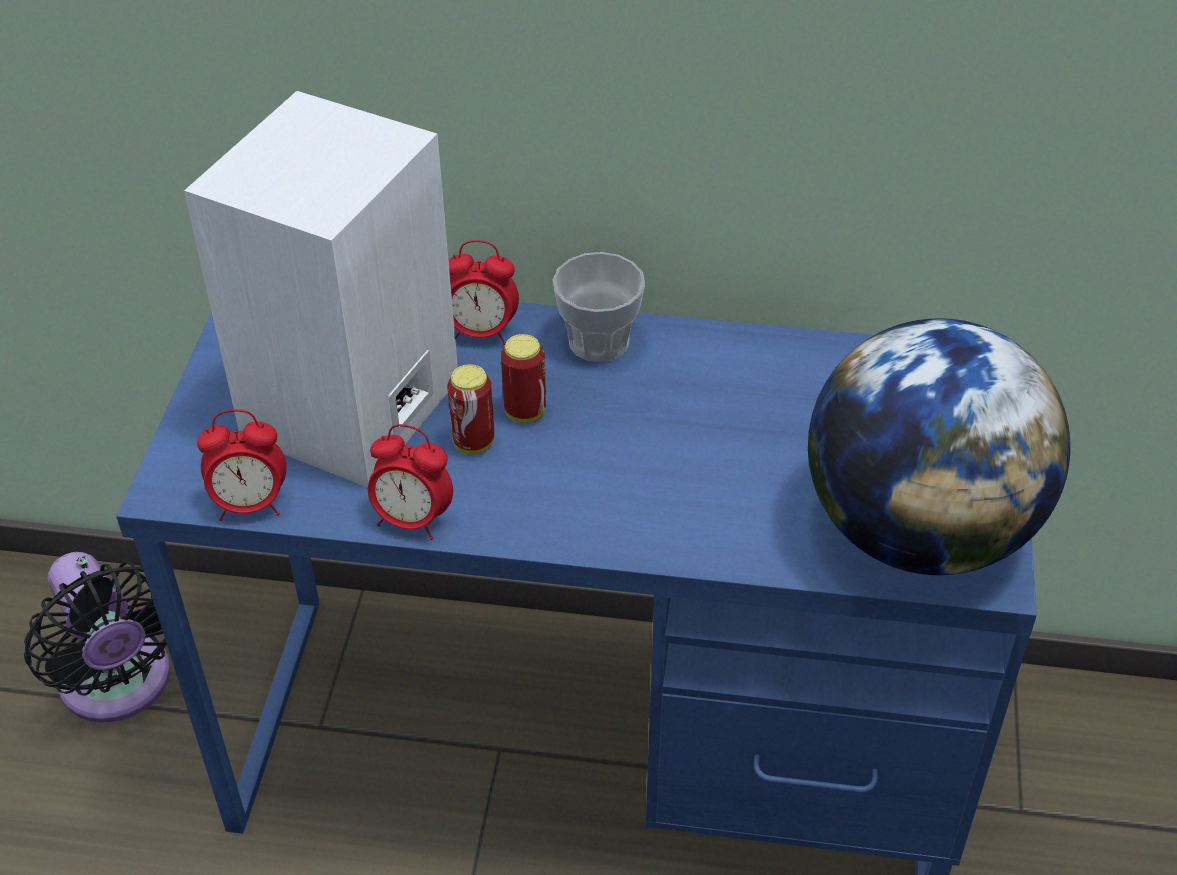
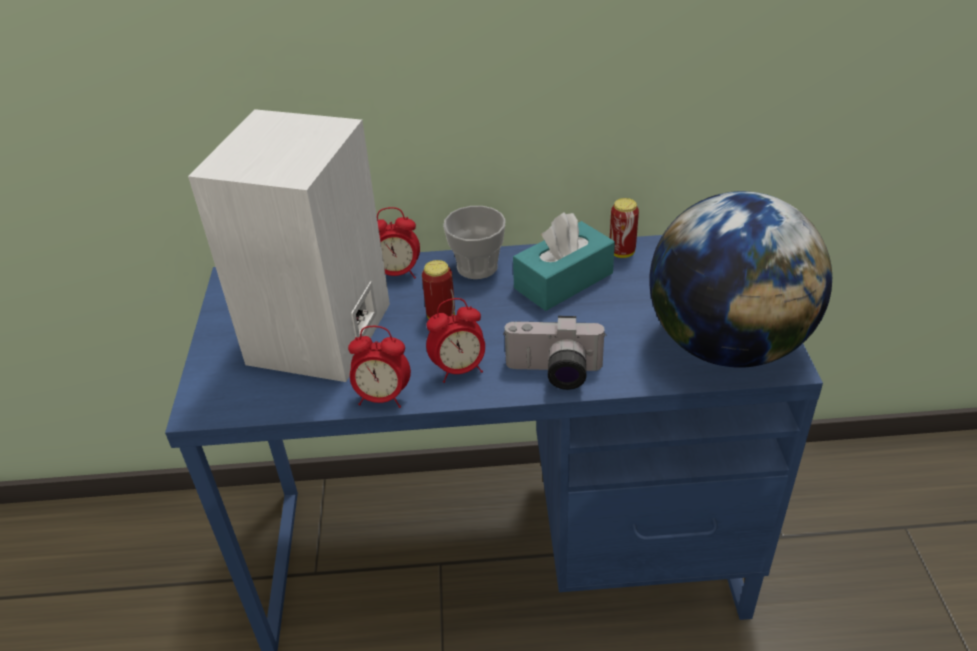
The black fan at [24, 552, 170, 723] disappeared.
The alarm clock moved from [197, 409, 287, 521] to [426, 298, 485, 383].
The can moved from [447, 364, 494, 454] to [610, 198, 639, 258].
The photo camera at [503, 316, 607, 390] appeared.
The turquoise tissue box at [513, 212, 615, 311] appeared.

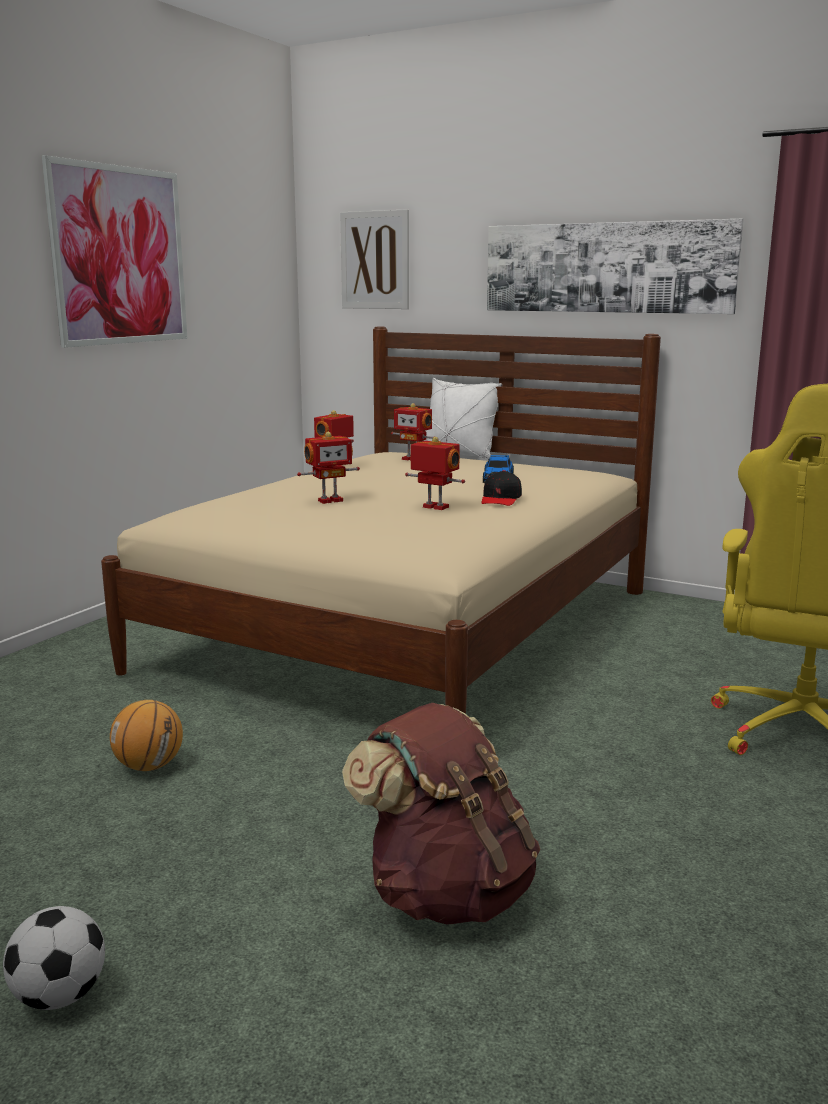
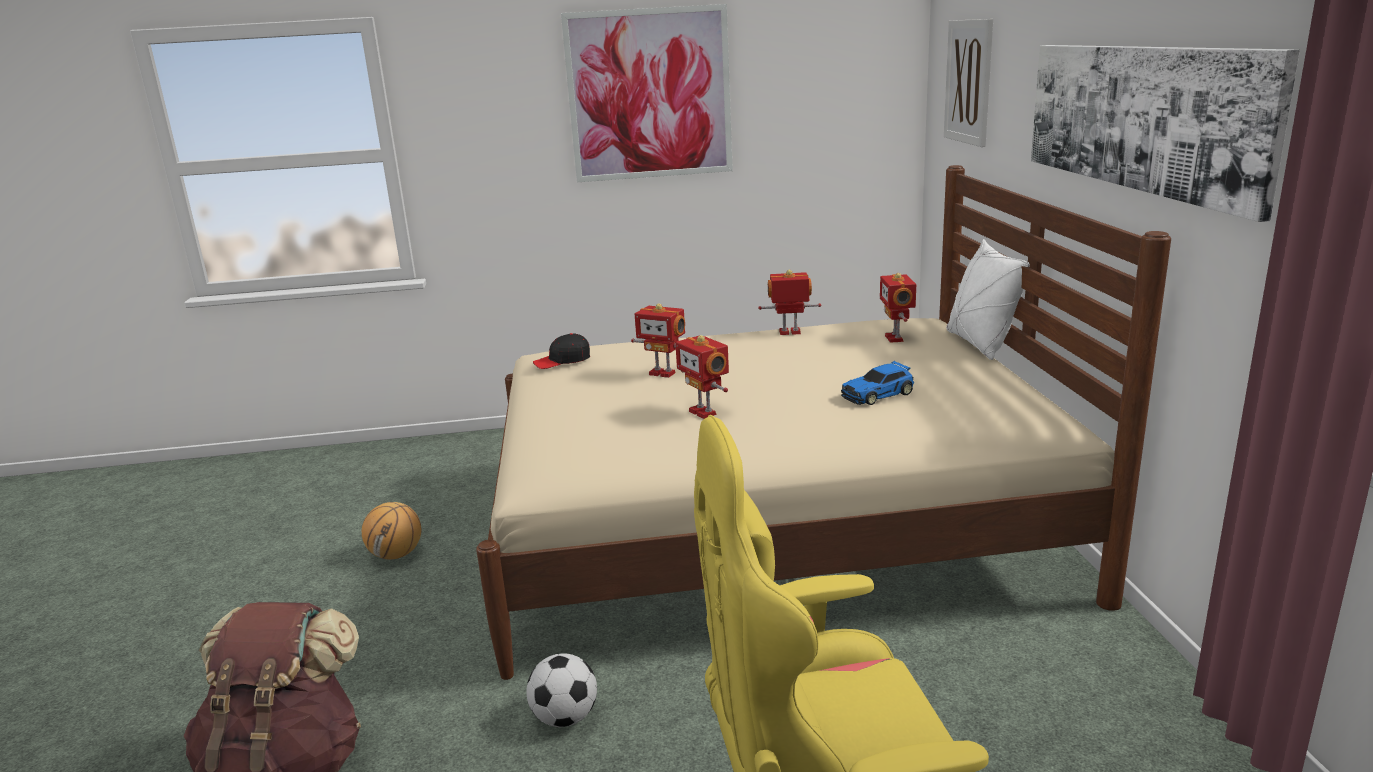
The football moved from [3, 906, 105, 1010] to [526, 653, 597, 727].
The toy robot at [405, 437, 465, 510] turned 150 degrees clockwise.
The black cap moved from [481, 470, 522, 506] to [533, 333, 590, 369].

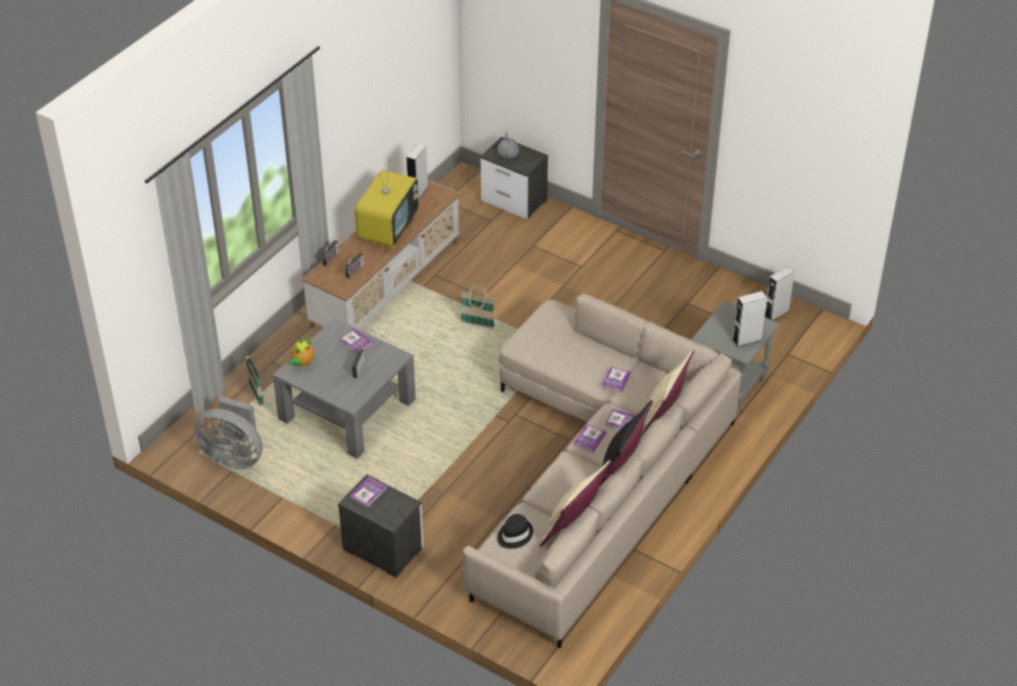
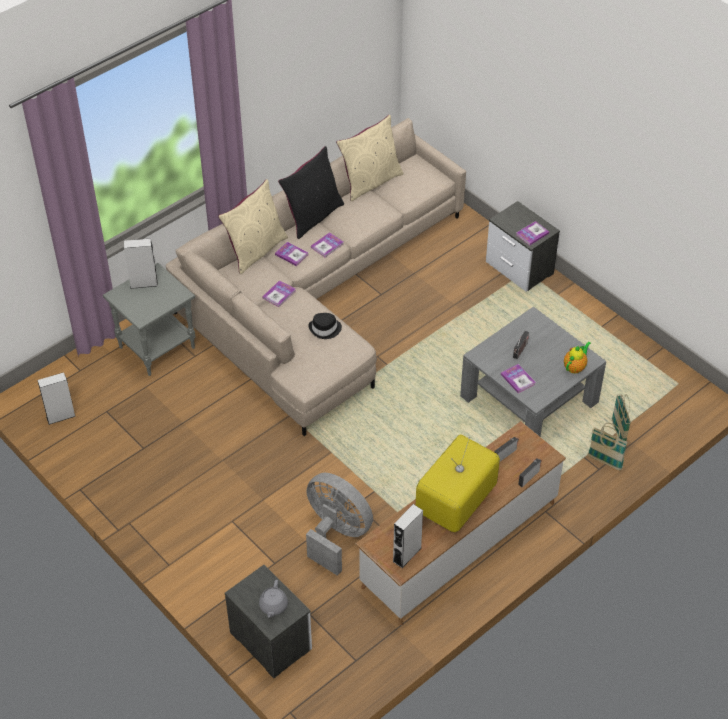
The grey fan moved from [194, 396, 263, 469] to [306, 473, 373, 576].
The basket moved from [461, 284, 495, 329] to [588, 423, 628, 470].
The black hat moved from [497, 514, 533, 549] to [308, 313, 342, 339].

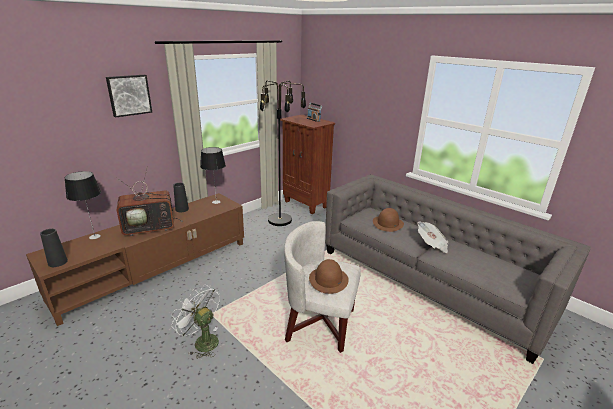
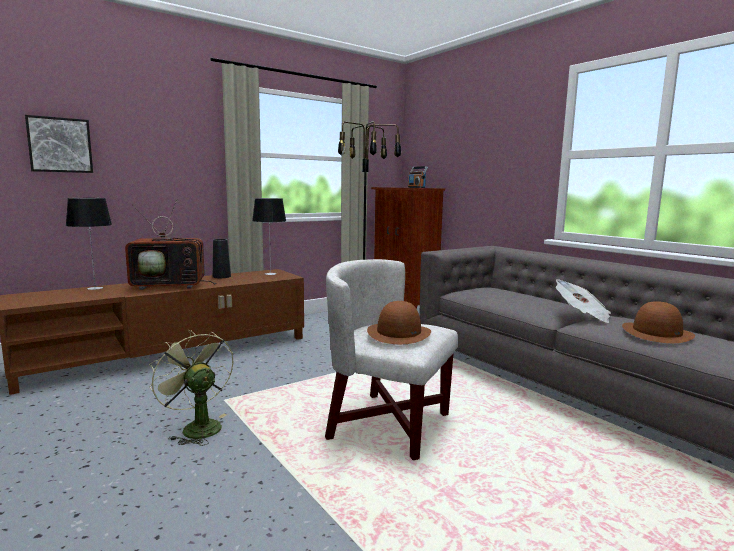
The black vase at [40, 229, 68, 267] disappeared.
The picture moved from [106, 75, 152, 118] to [25, 115, 93, 173].
The white fan at [171, 284, 220, 359] became the green fan at [149, 330, 234, 446].
The brown hat moved from [373, 208, 404, 232] to [622, 301, 695, 343].

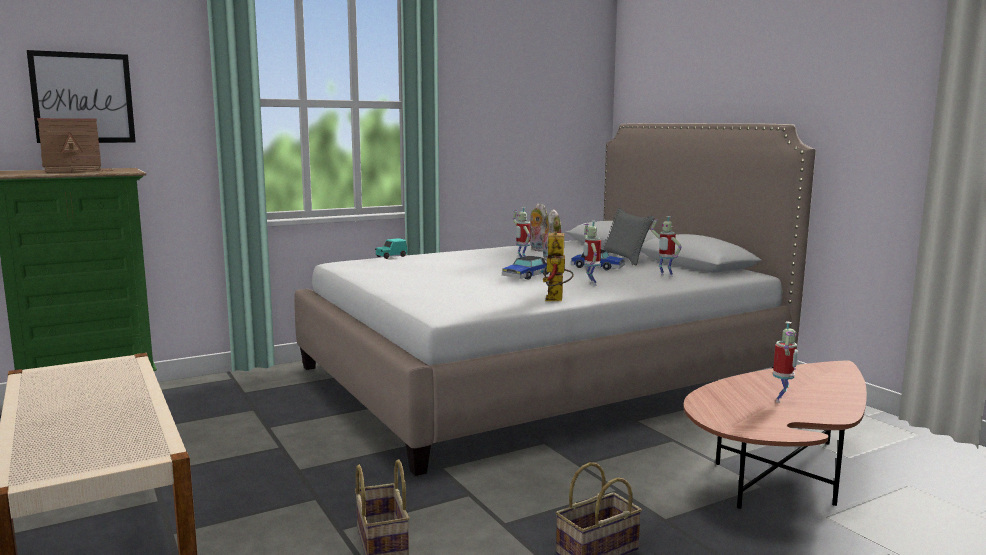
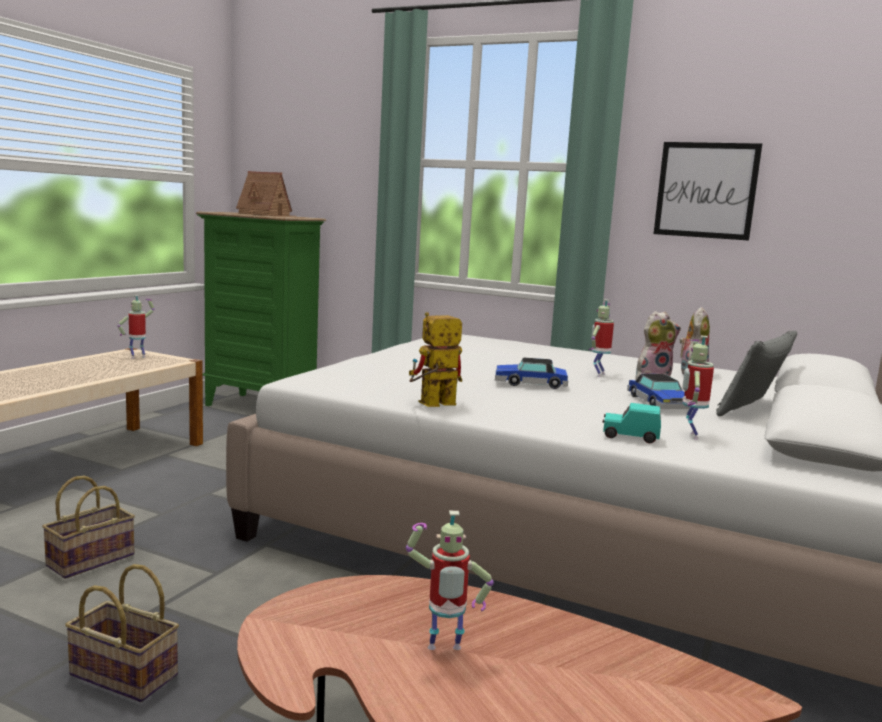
The picture moved from [27, 50, 136, 143] to [654, 142, 762, 241].
The turquoise toy car moved from [375, 238, 407, 259] to [603, 403, 661, 443].
The toy robot moved from [583, 221, 601, 286] to [118, 295, 155, 358].

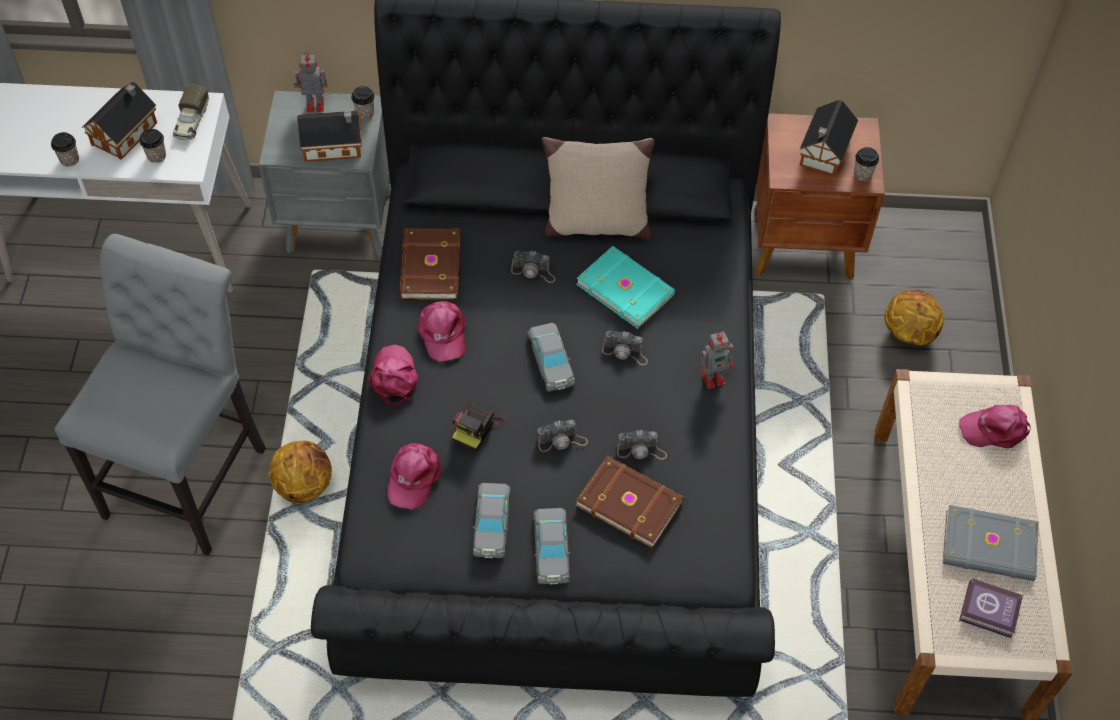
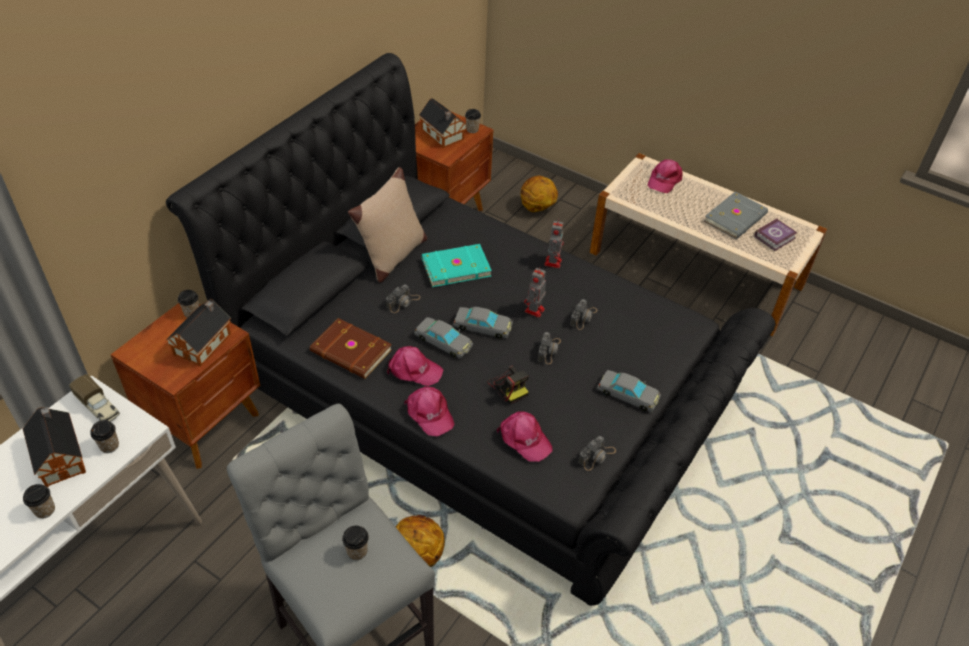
The grey nightstand at [259, 91, 391, 257] became the brown nightstand at [111, 303, 260, 469].
The toy robot moved from [294, 52, 327, 112] to [524, 266, 546, 318].
The pink cap at [368, 345, 418, 406] turned 150 degrees counterclockwise.
The grey toy car moved from [473, 483, 511, 558] to [414, 317, 473, 359].
The brown book at [575, 456, 684, 548] disappeared.
The photo camera moved from [602, 331, 648, 365] to [578, 436, 616, 471].
The cup at [342, 525, 369, 560] appeared.

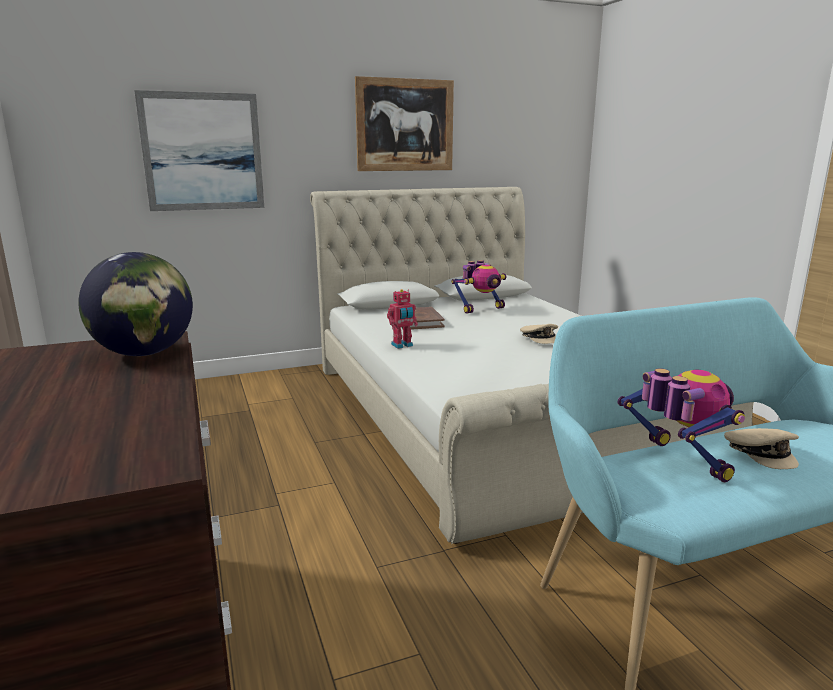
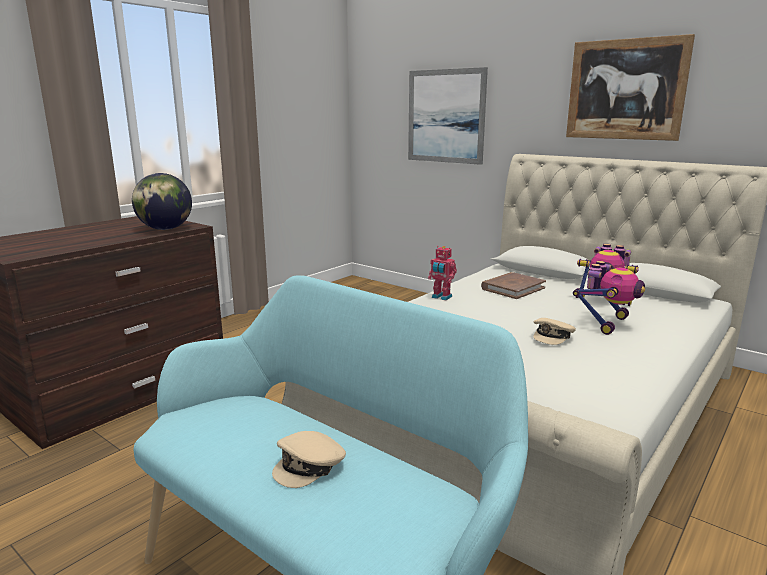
The toy robot moved from [618, 368, 745, 482] to [573, 261, 645, 335].

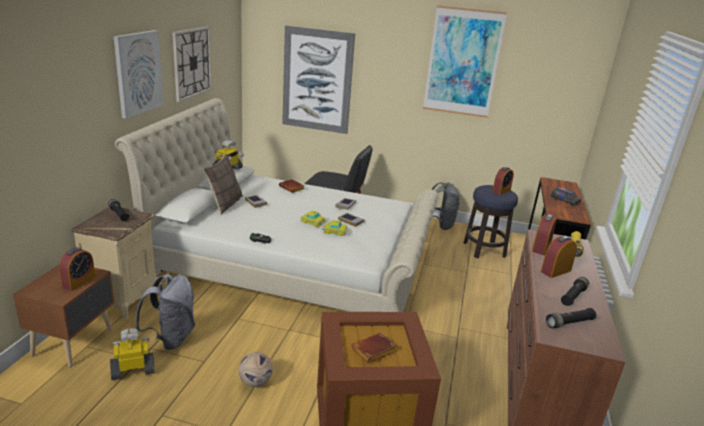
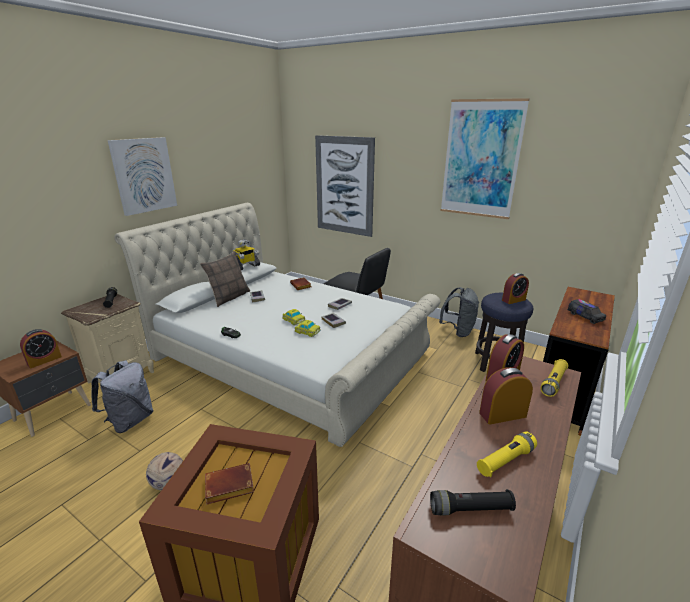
The toy robot at [110, 328, 155, 380] disappeared.
The wall clock at [172, 27, 212, 102] disappeared.
The black flashlight at [561, 277, 589, 306] became the yellow flashlight at [477, 431, 537, 477].

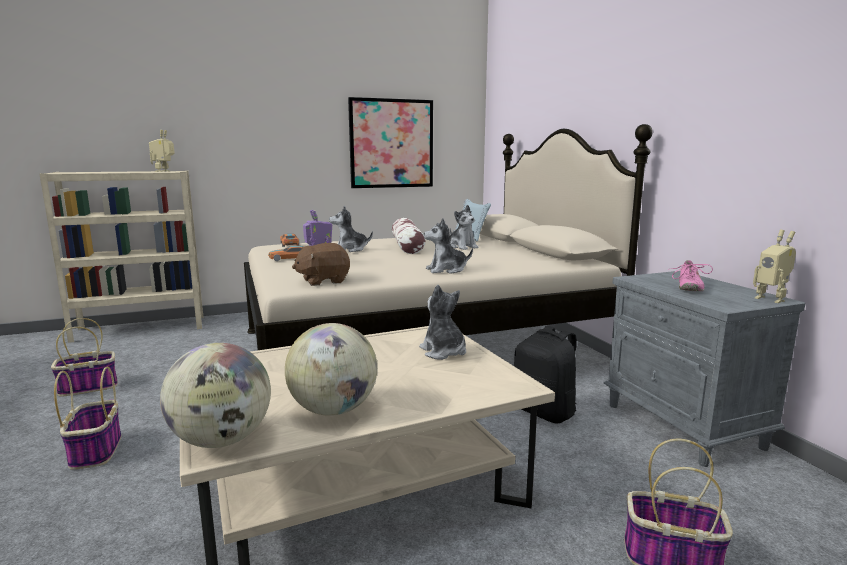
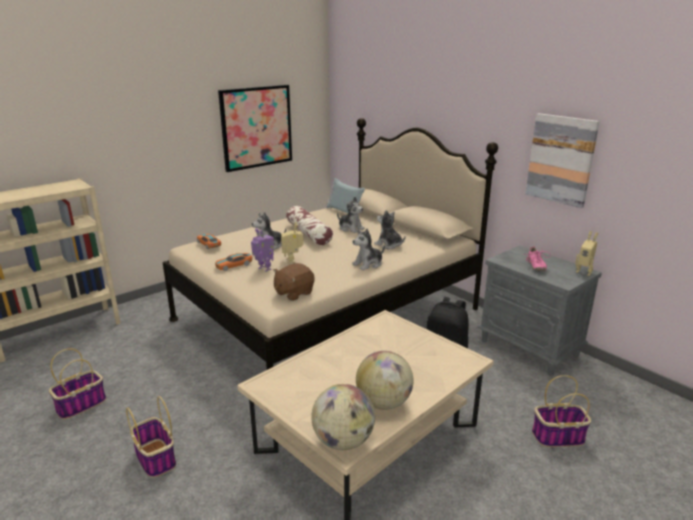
The toy robot moved from [149, 130, 175, 172] to [281, 222, 304, 263].
The plush toy moved from [419, 284, 466, 360] to [374, 210, 406, 249].
The picture at [525, 113, 600, 208] appeared.

